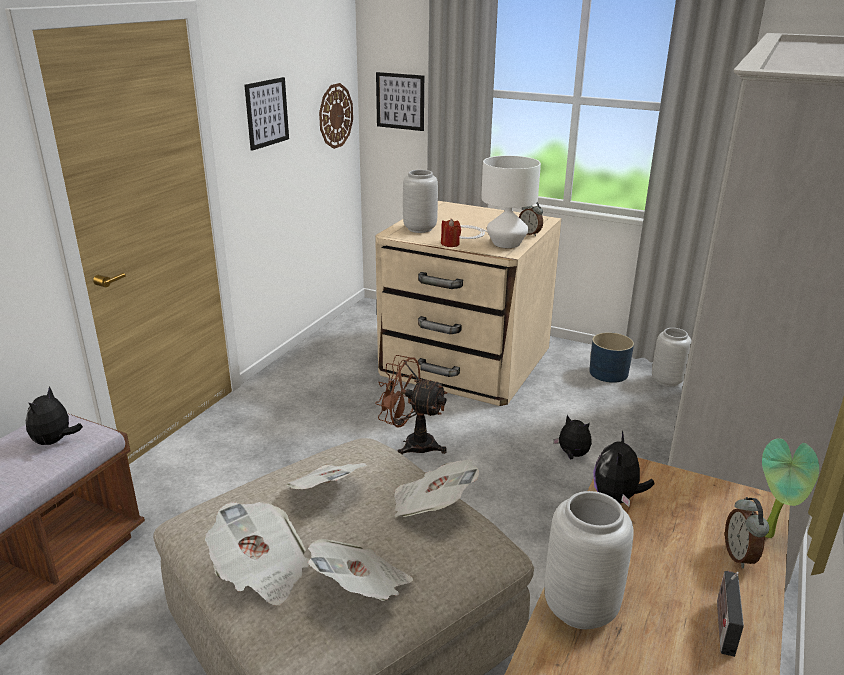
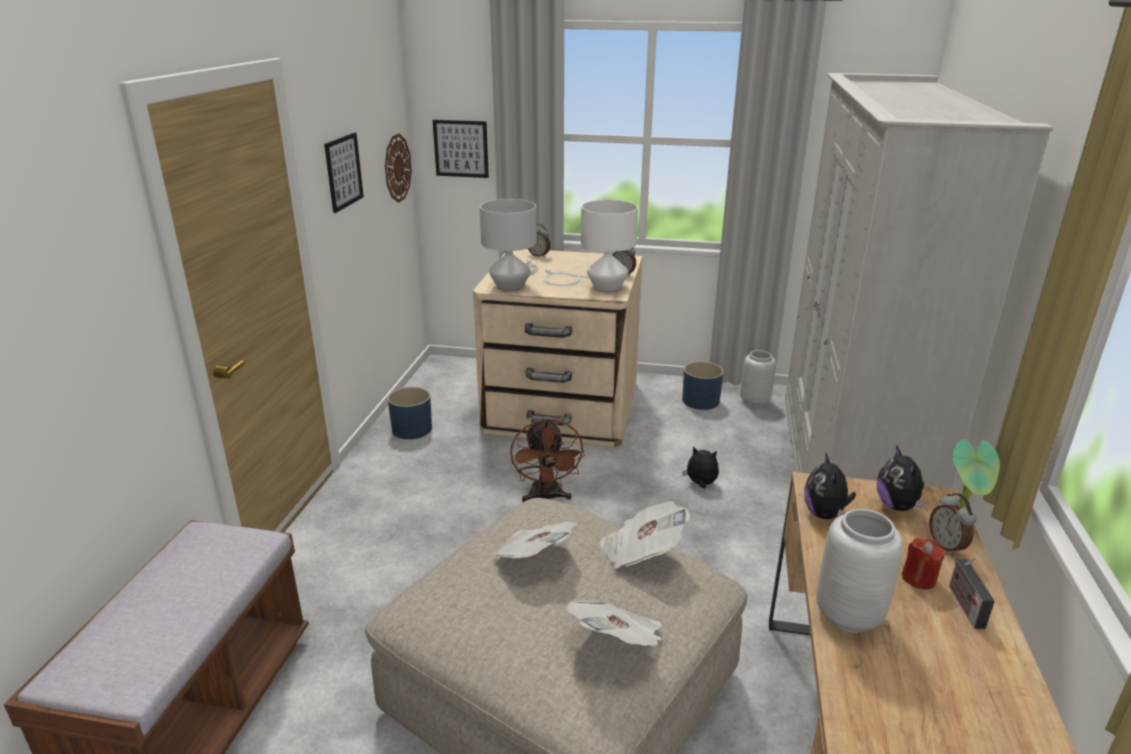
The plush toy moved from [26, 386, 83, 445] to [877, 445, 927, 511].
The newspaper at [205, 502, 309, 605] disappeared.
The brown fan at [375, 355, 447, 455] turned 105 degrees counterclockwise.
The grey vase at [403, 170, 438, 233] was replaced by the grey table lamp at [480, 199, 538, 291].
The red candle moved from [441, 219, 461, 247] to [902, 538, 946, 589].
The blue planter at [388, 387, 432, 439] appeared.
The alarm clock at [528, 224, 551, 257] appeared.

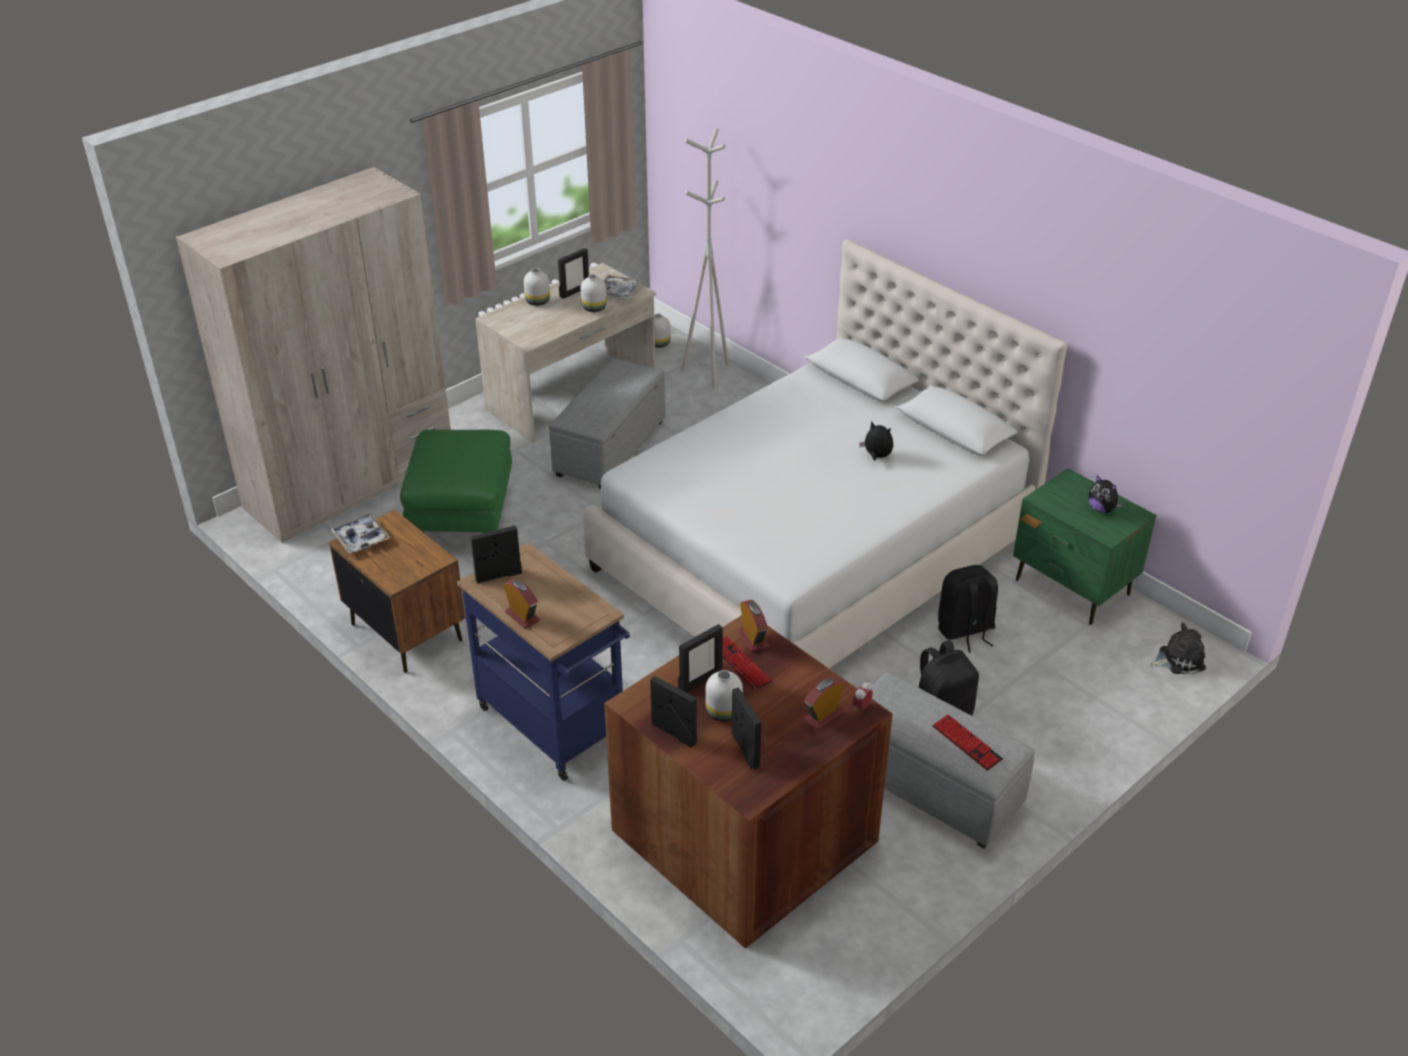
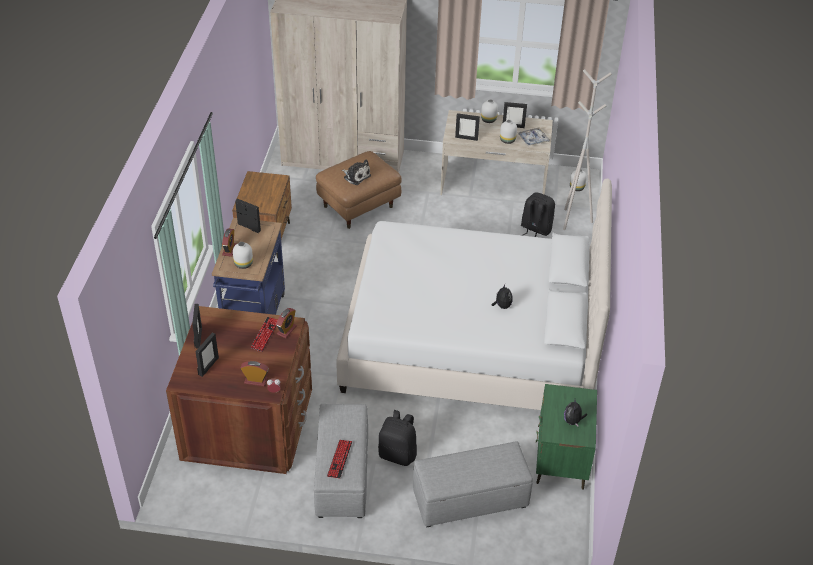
The tray at [331, 514, 391, 553] disappeared.
The green ottoman at [400, 429, 512, 533] became the brown ottoman at [316, 151, 402, 229].
The grey ottoman moved from [549, 358, 666, 489] to [413, 441, 533, 527].
The picture frame moved from [678, 624, 723, 692] to [455, 113, 480, 141].
The white vase moved from [705, 670, 743, 722] to [233, 242, 253, 269].
The black backpack moved from [938, 565, 998, 652] to [521, 192, 555, 237].
The plush toy moved from [1150, 623, 1206, 674] to [342, 159, 371, 185].

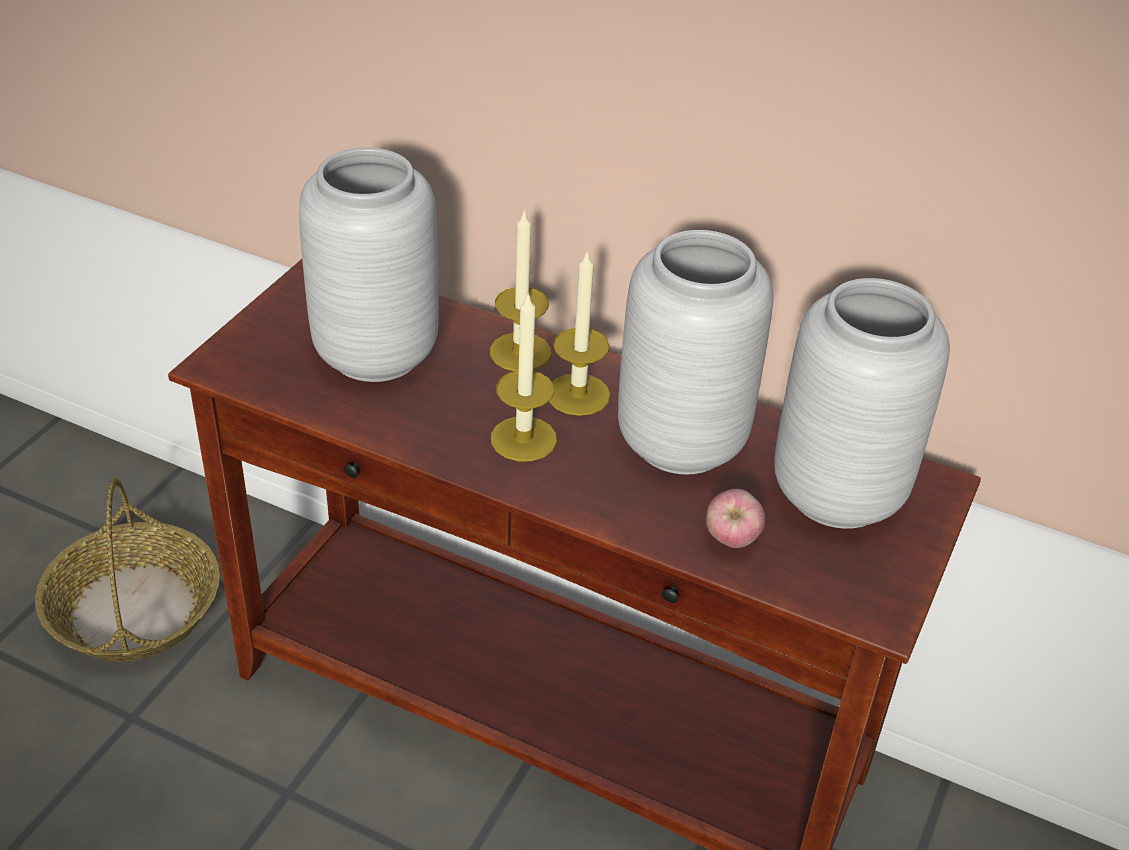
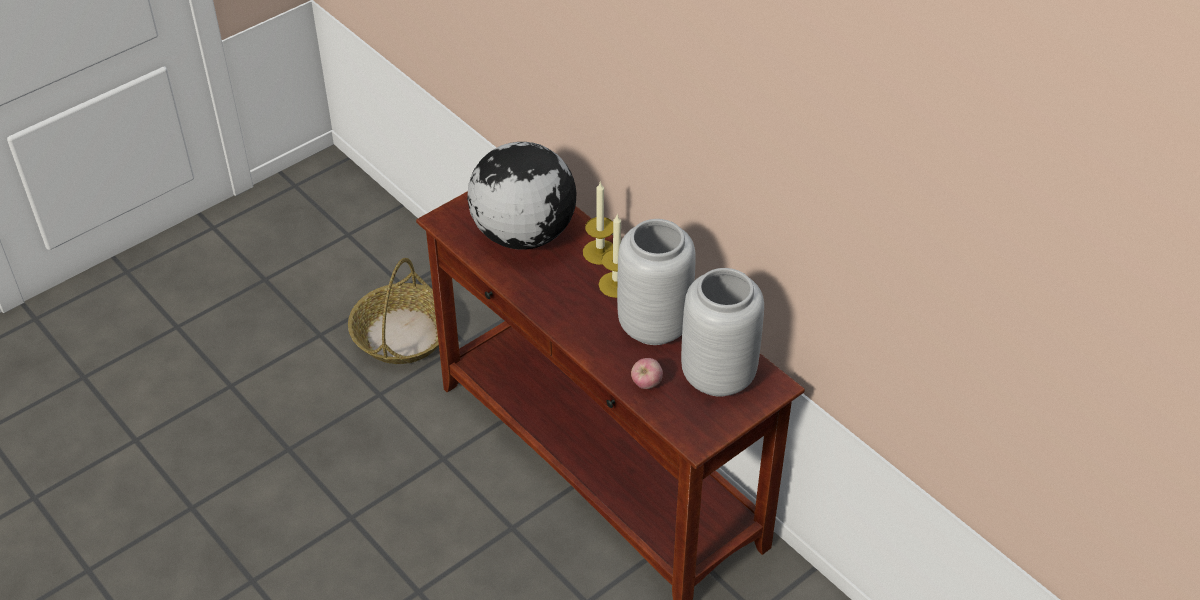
The grey vase at [299, 148, 439, 382] was replaced by the globe at [467, 142, 576, 250].
The candle at [491, 292, 557, 461] disappeared.

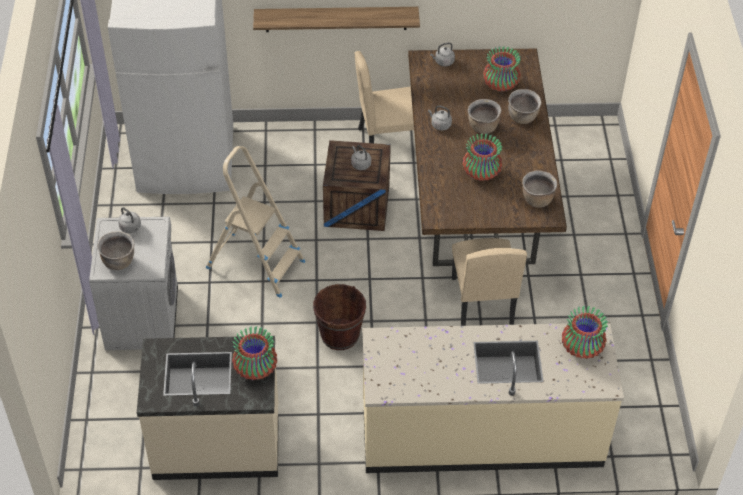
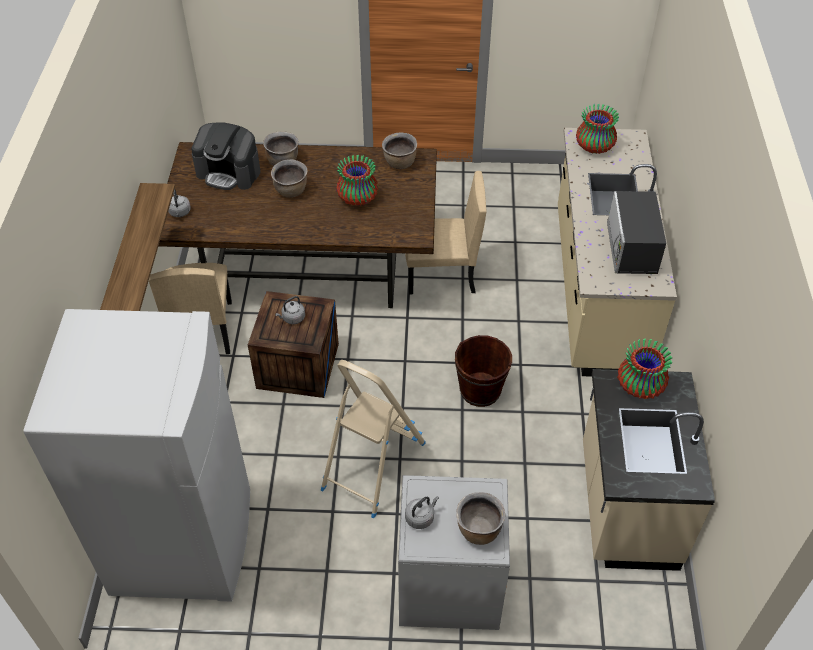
The grey kettle at [428, 106, 452, 130] disappeared.
The vase at [483, 46, 521, 91] was replaced by the coffee machine at [191, 122, 260, 190].
The microwave at [607, 191, 666, 274] appeared.

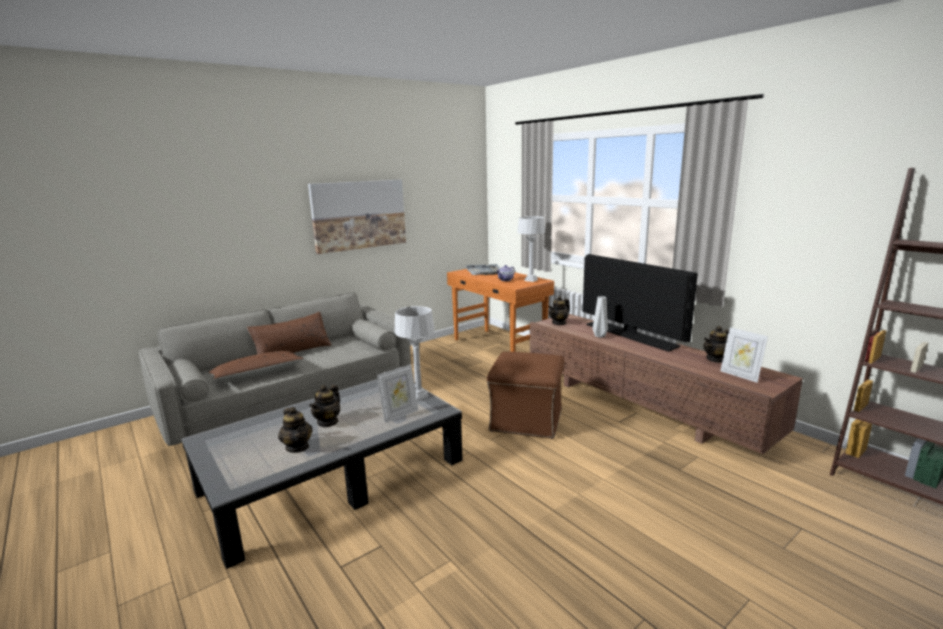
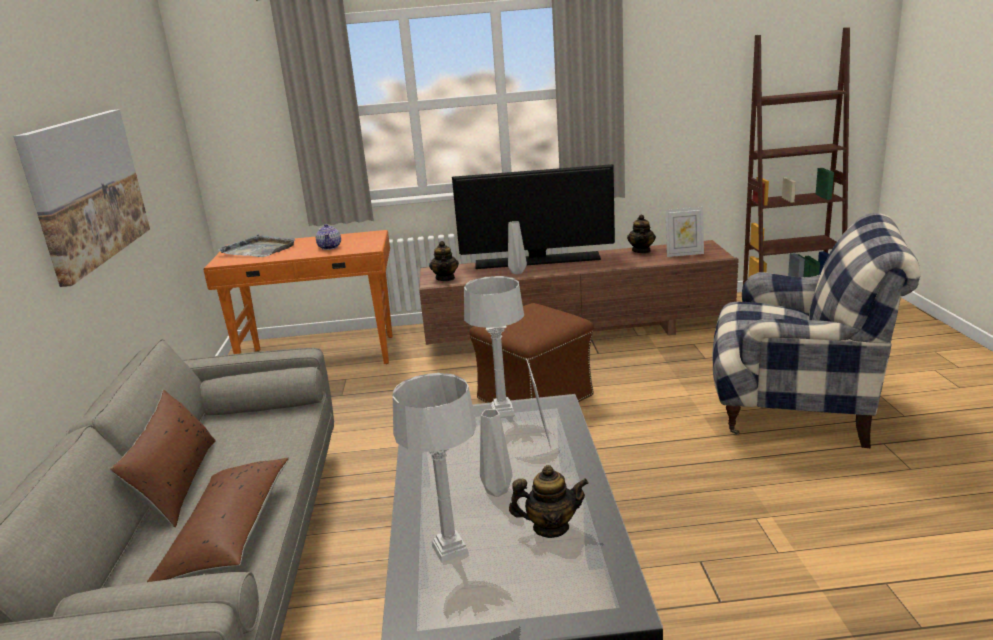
The teapot at [309, 385, 340, 427] was replaced by the grey vase at [480, 409, 512, 497].
The grey table lamp moved from [517, 216, 545, 282] to [392, 373, 477, 563].
The armchair at [713, 213, 921, 448] appeared.

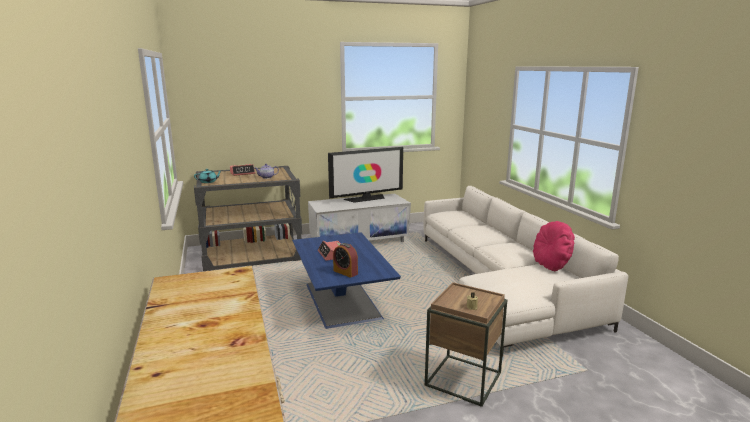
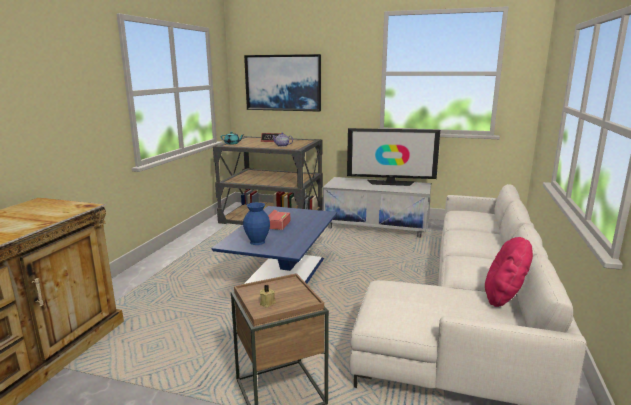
The alarm clock at [333, 243, 358, 278] was replaced by the blue vase at [243, 202, 270, 245].
The picture at [244, 54, 321, 112] appeared.

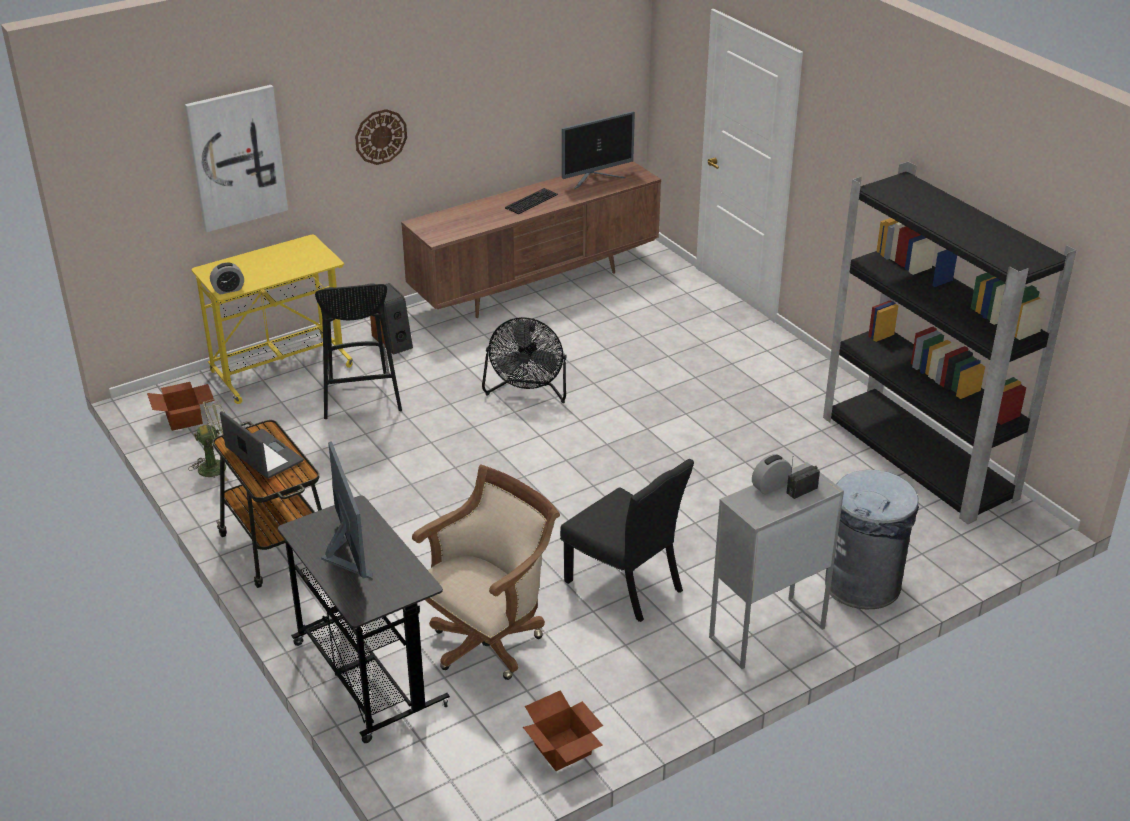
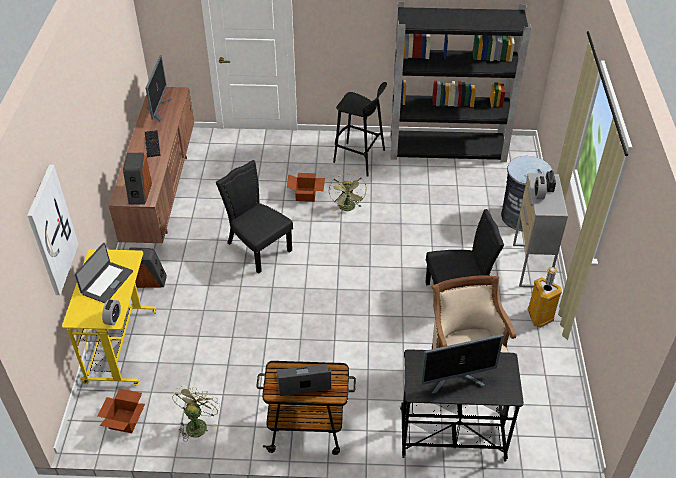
The black stool moved from [315, 283, 402, 419] to [333, 82, 387, 177].
The monitor at [321, 442, 372, 580] turned 150 degrees clockwise.
The wall clock at [355, 109, 407, 165] disappeared.
The black fan at [482, 317, 566, 403] was replaced by the black chair at [216, 160, 293, 274].
The cardboard box moved from [523, 690, 603, 771] to [287, 173, 325, 202].
The laptop at [75, 243, 133, 303] appeared.
The speaker at [123, 153, 152, 205] appeared.
The green fan at [329, 173, 366, 211] appeared.
The trash can at [527, 267, 562, 328] appeared.

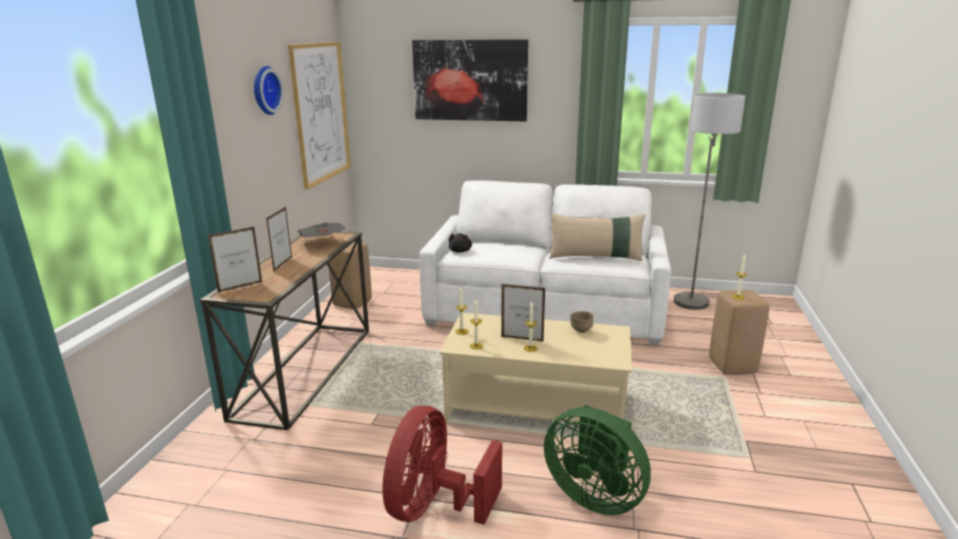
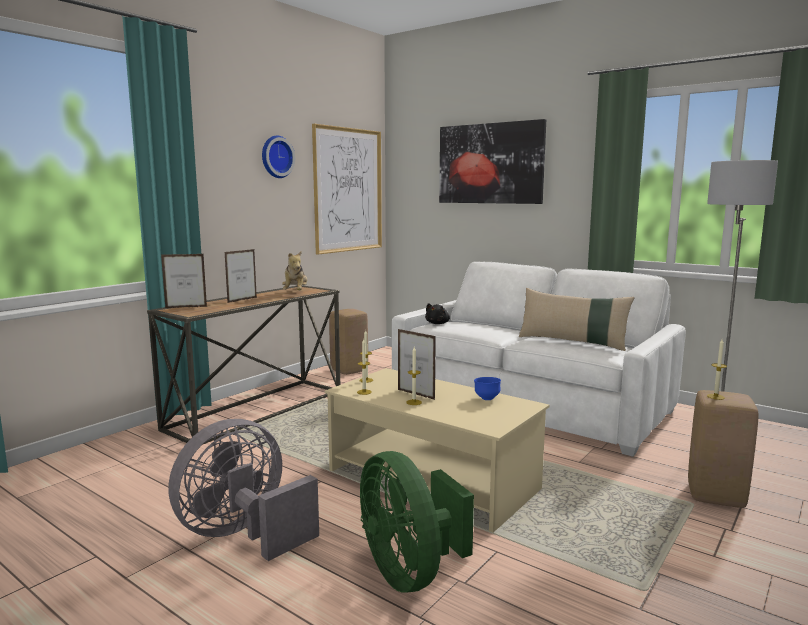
The newspaper at [297, 223, 346, 237] was replaced by the plush toy at [282, 251, 307, 290].
The red fan at [382, 406, 502, 525] became the grey fan at [168, 419, 319, 561].
The brown bowl at [570, 311, 594, 333] became the blue bowl at [474, 377, 501, 400].

